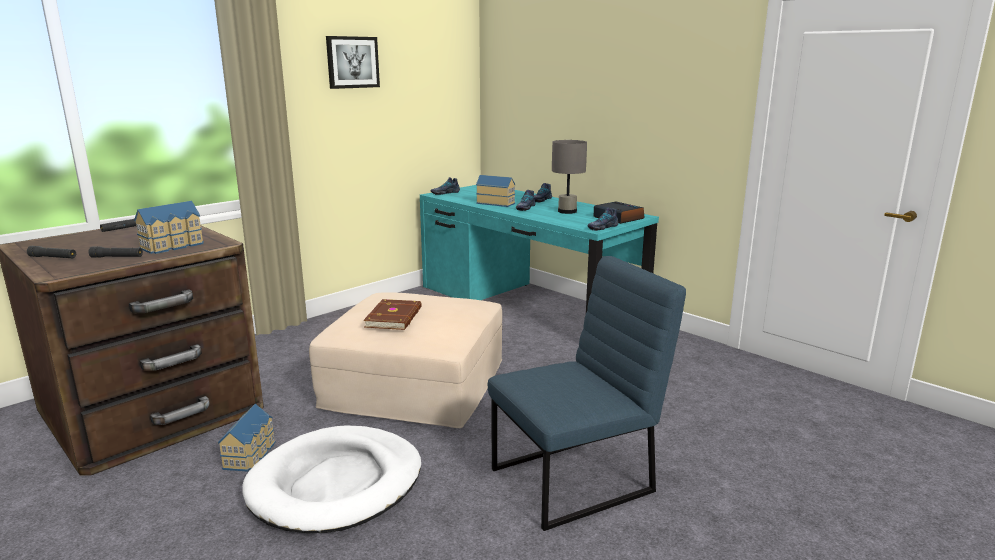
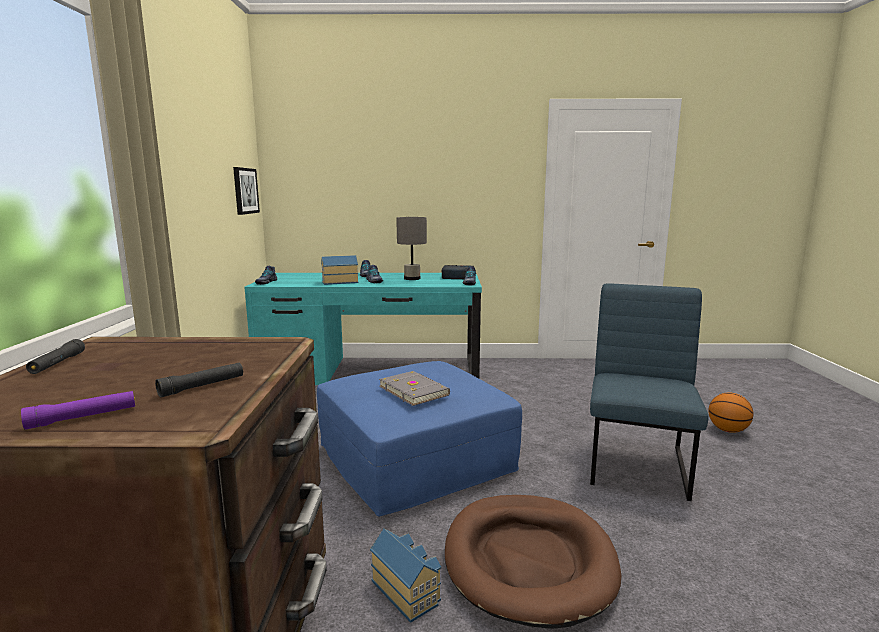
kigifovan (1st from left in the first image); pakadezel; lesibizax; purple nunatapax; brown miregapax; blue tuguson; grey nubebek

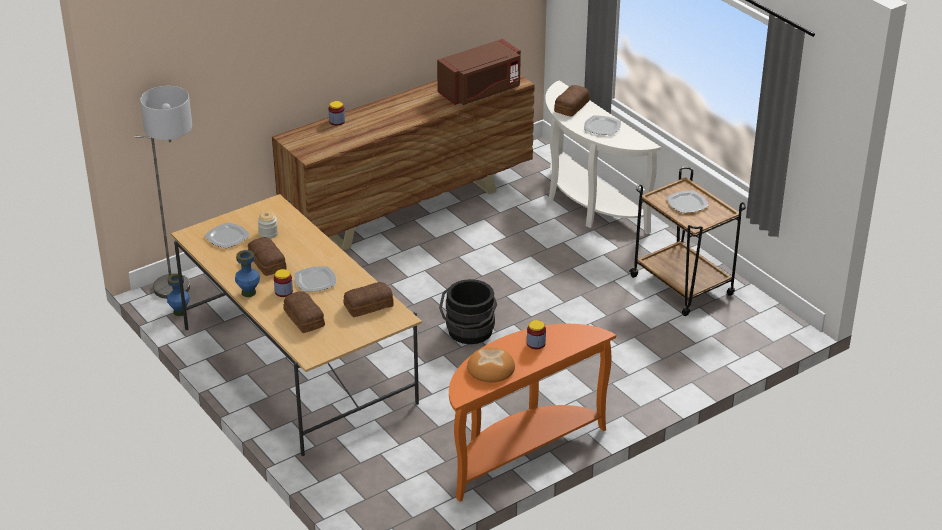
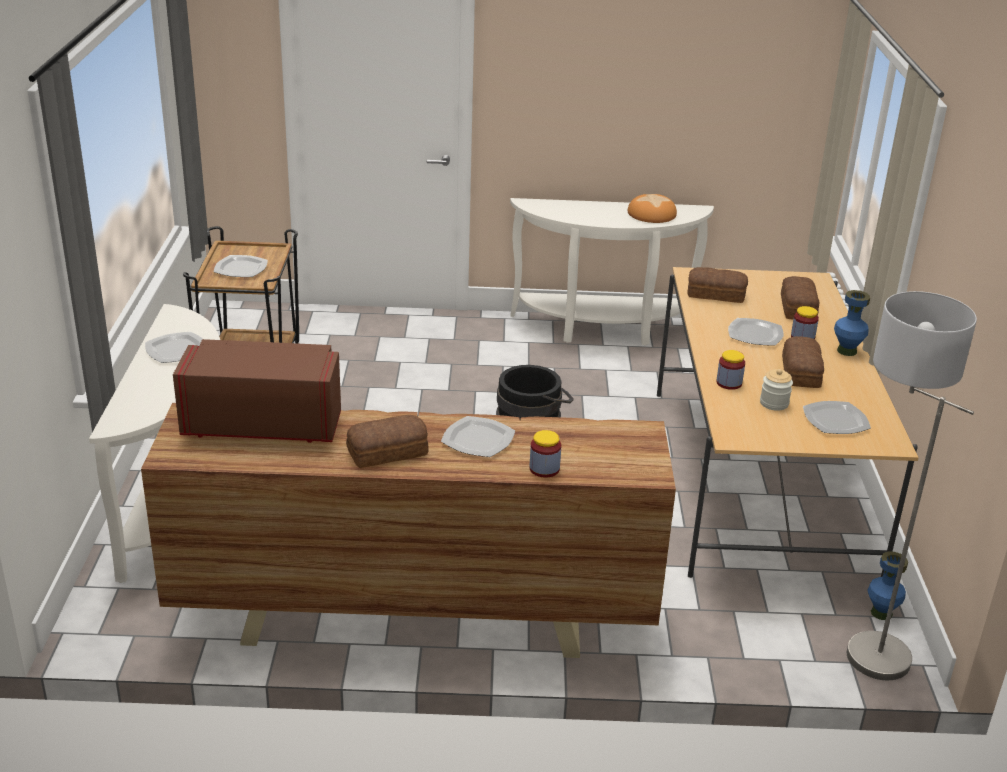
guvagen (3rd from left); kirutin (2nd from left); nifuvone (1st from left); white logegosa (2nd from left)

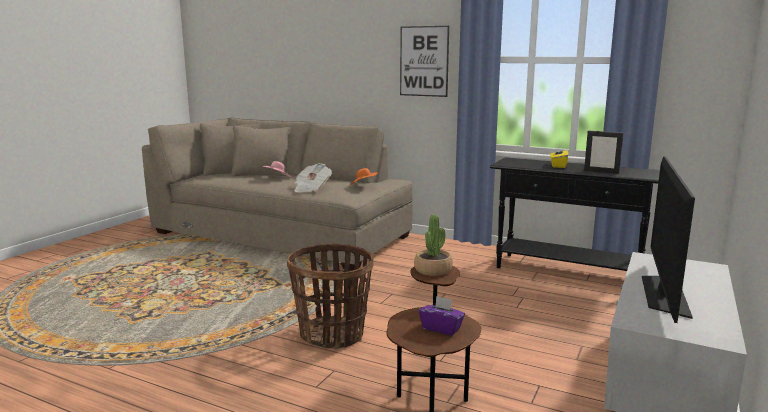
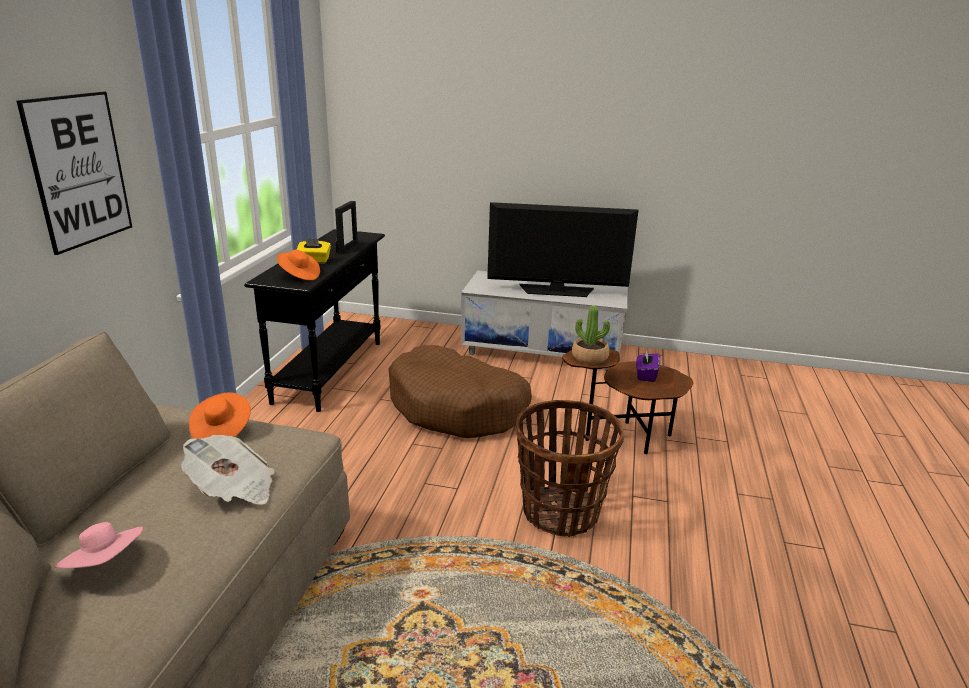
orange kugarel (2nd from left); brown miregapax

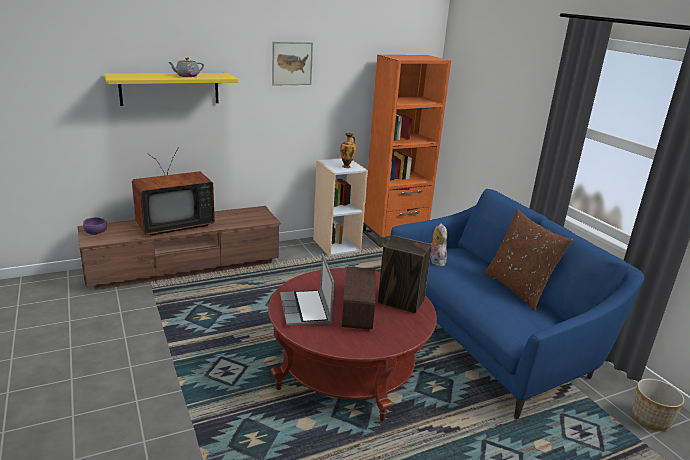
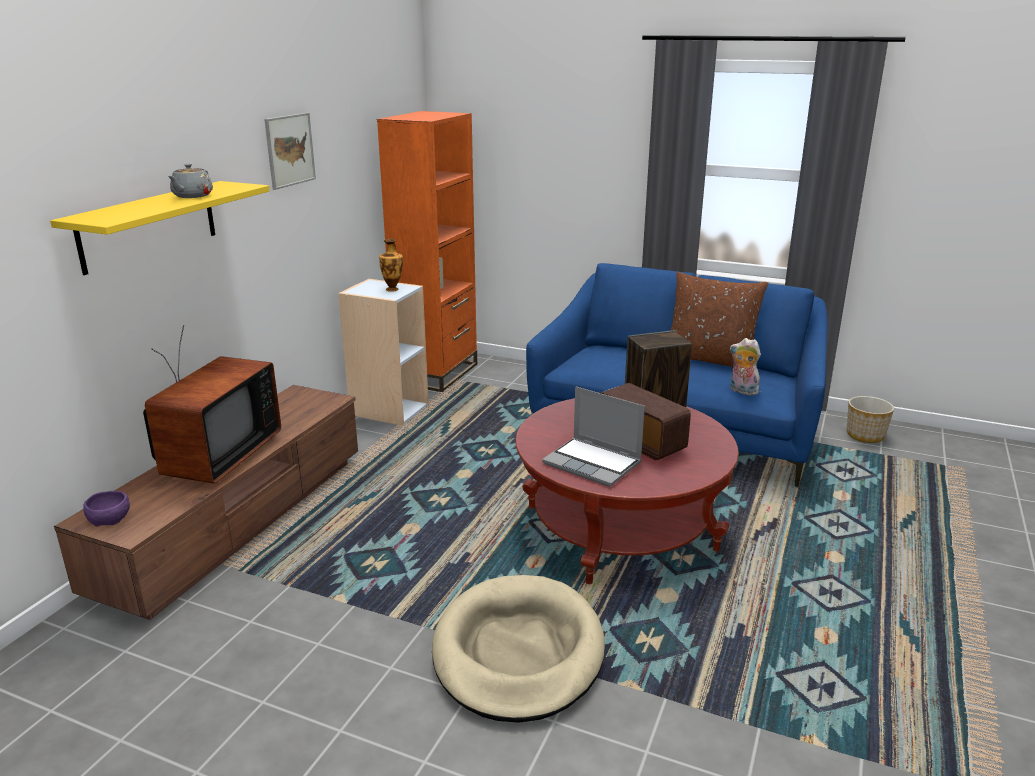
beige miregapax; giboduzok

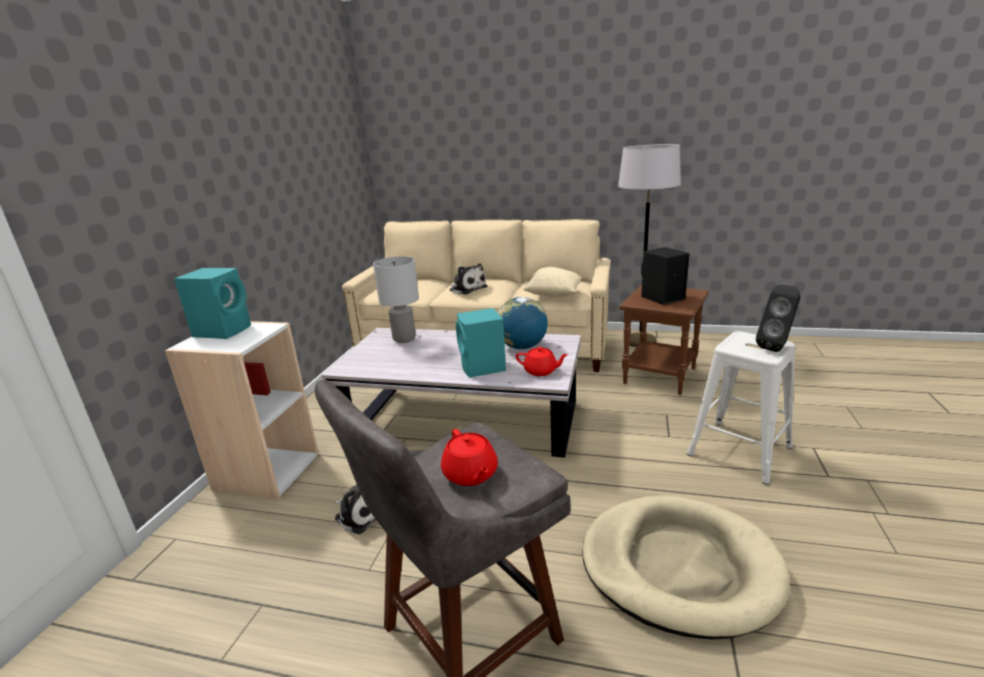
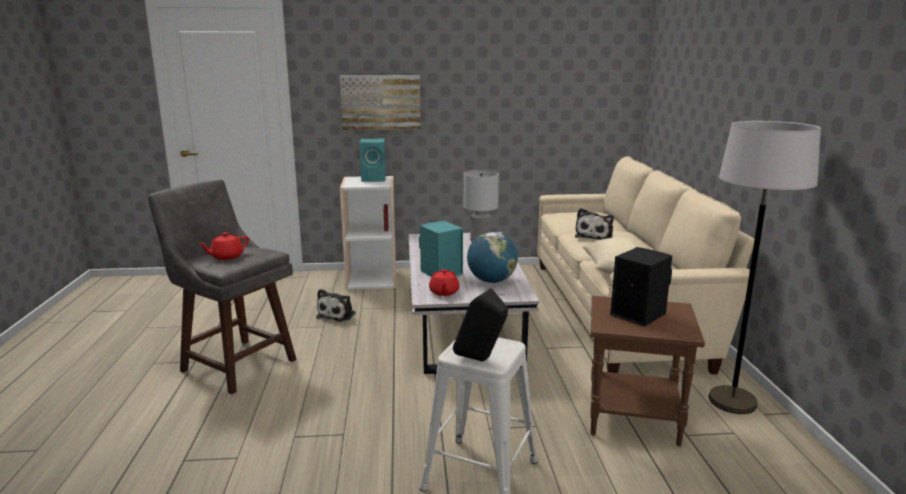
beige miregapax; lesibizax

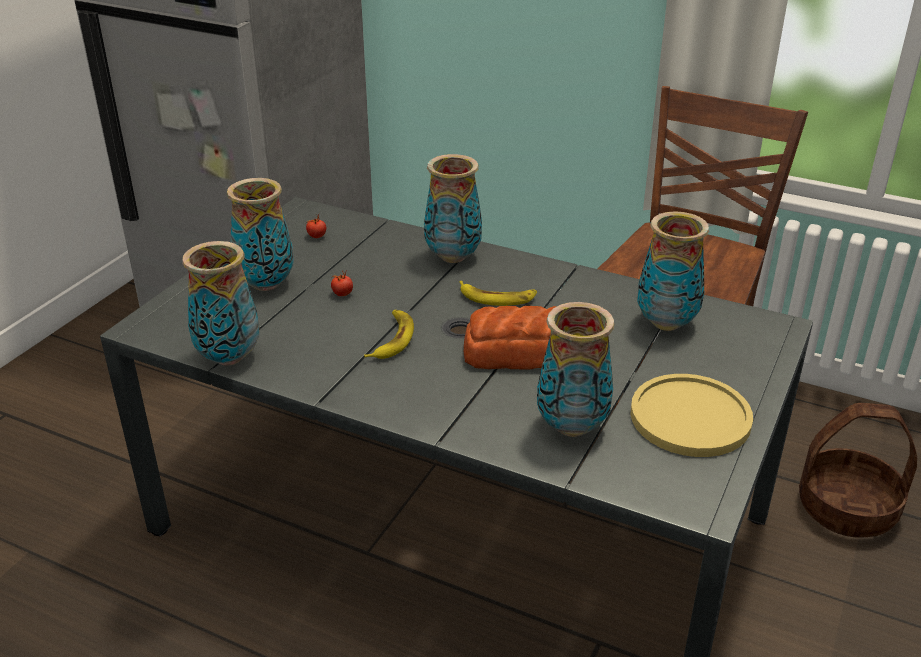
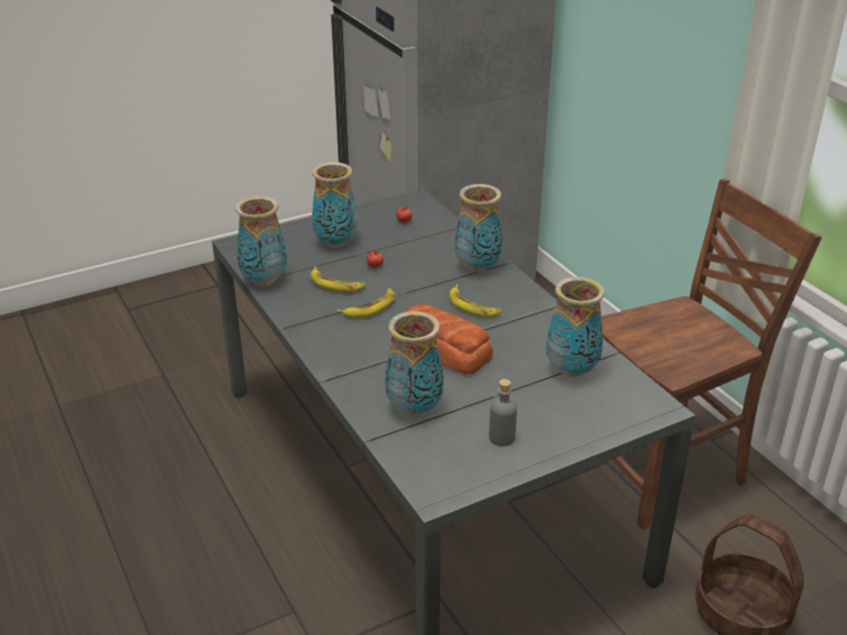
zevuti (1st from left); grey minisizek

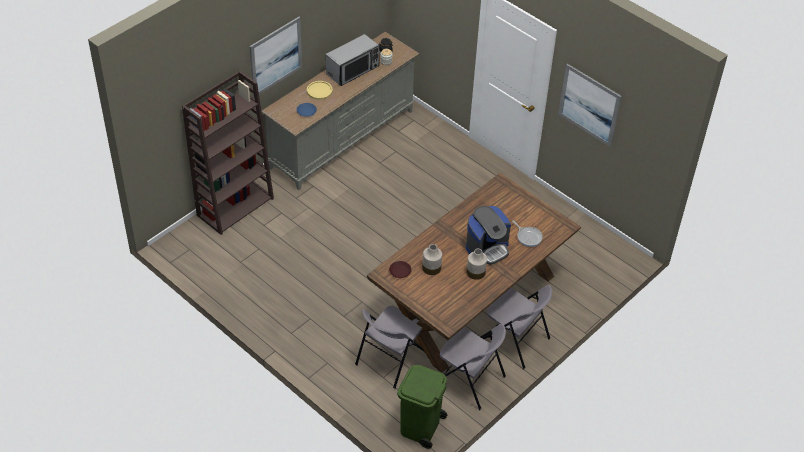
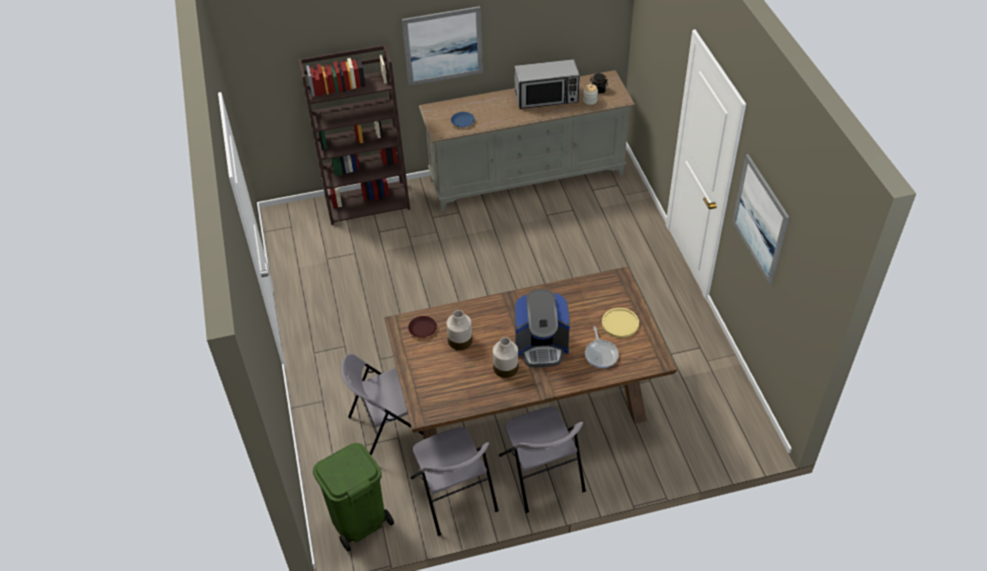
yellow guvagen

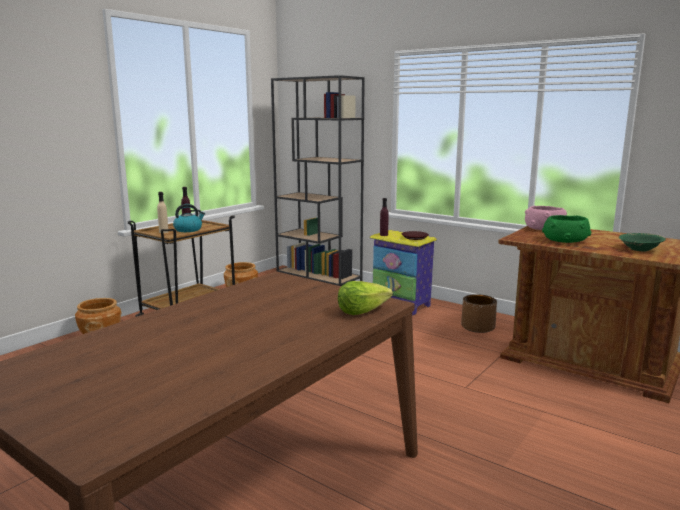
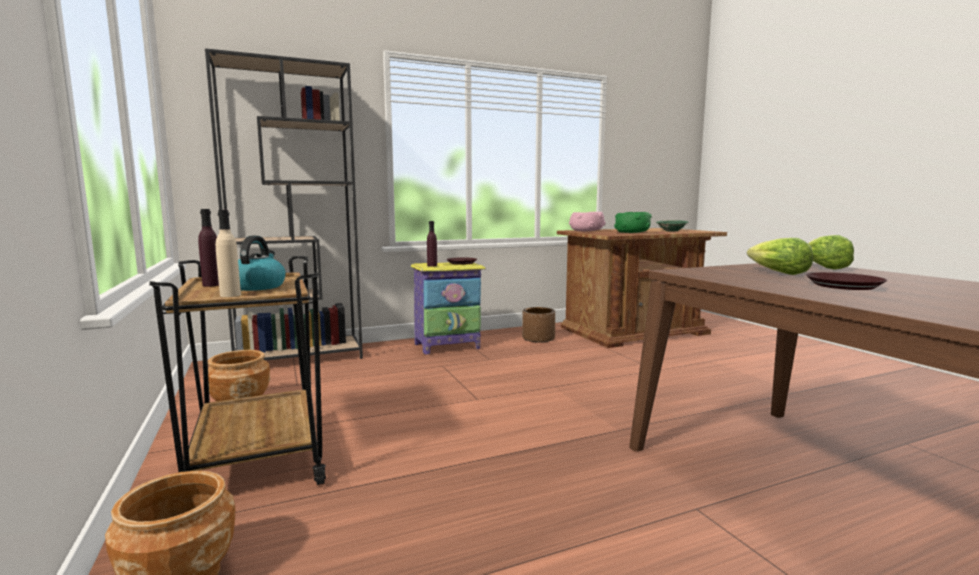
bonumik (1st from left); brown guvagen (2nd from left)

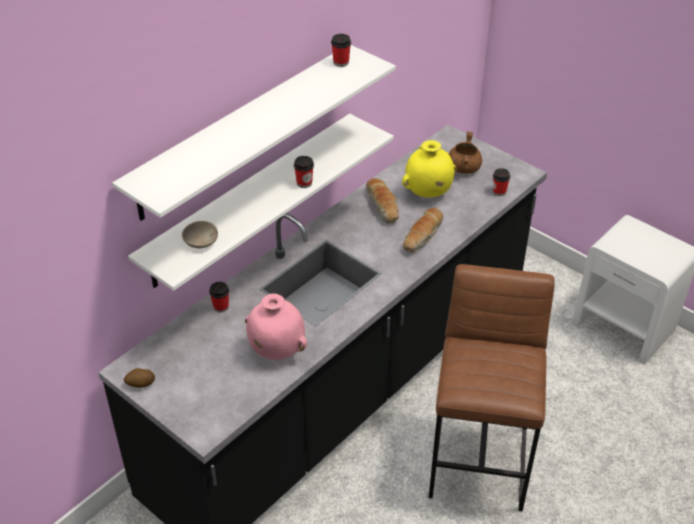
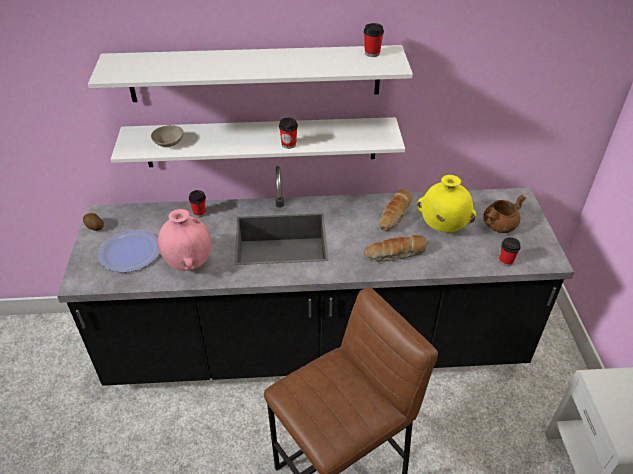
guvagen

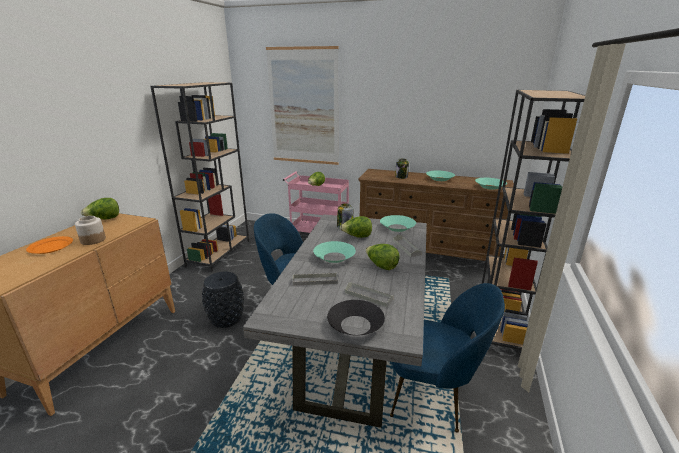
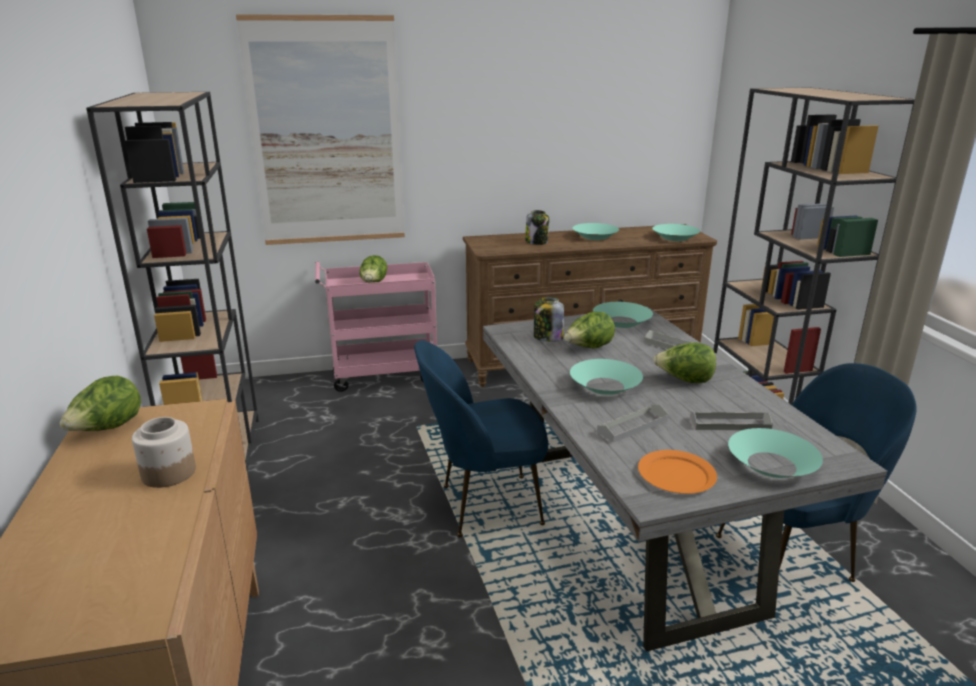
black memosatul; orange guvagen; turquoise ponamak (5th from left)

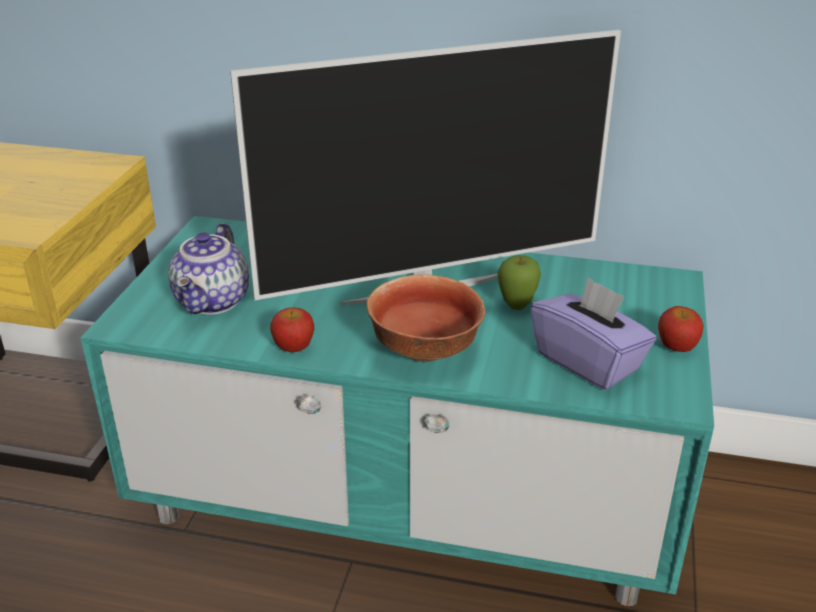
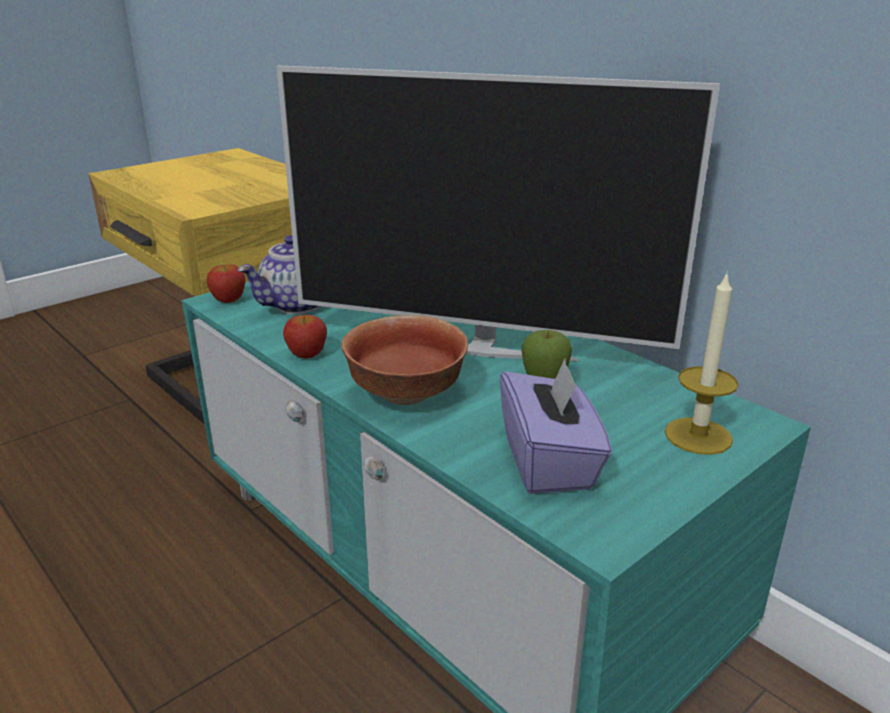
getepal; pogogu (1st from left)

